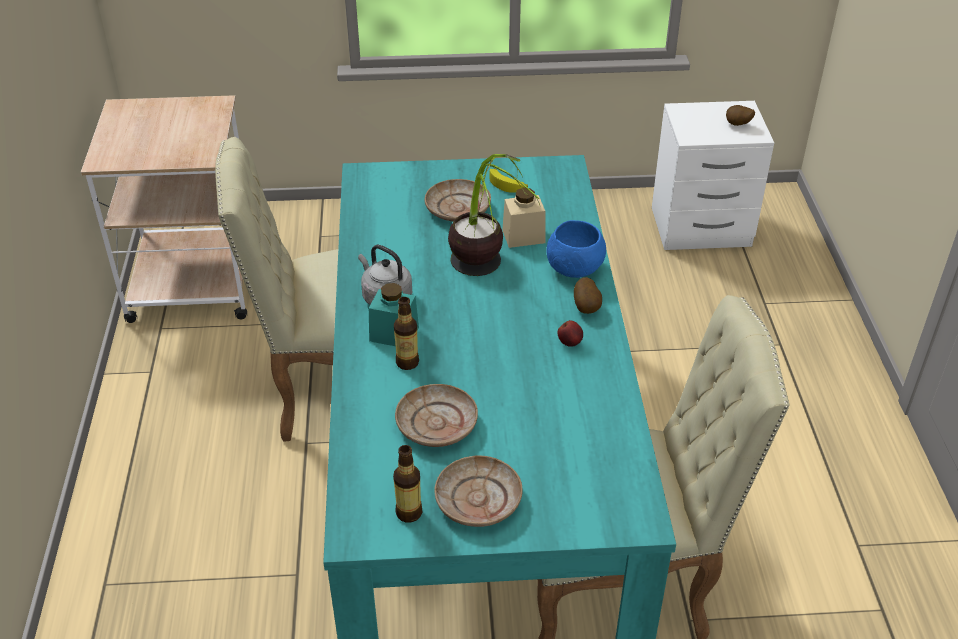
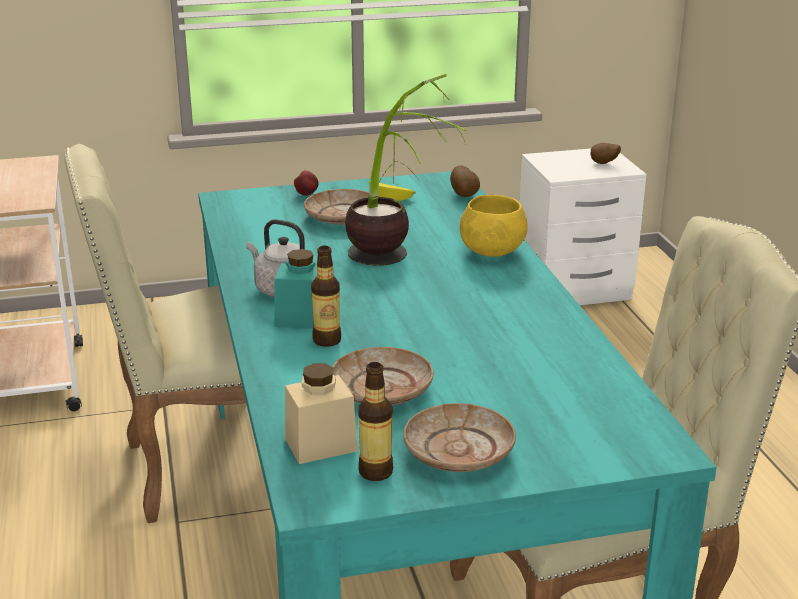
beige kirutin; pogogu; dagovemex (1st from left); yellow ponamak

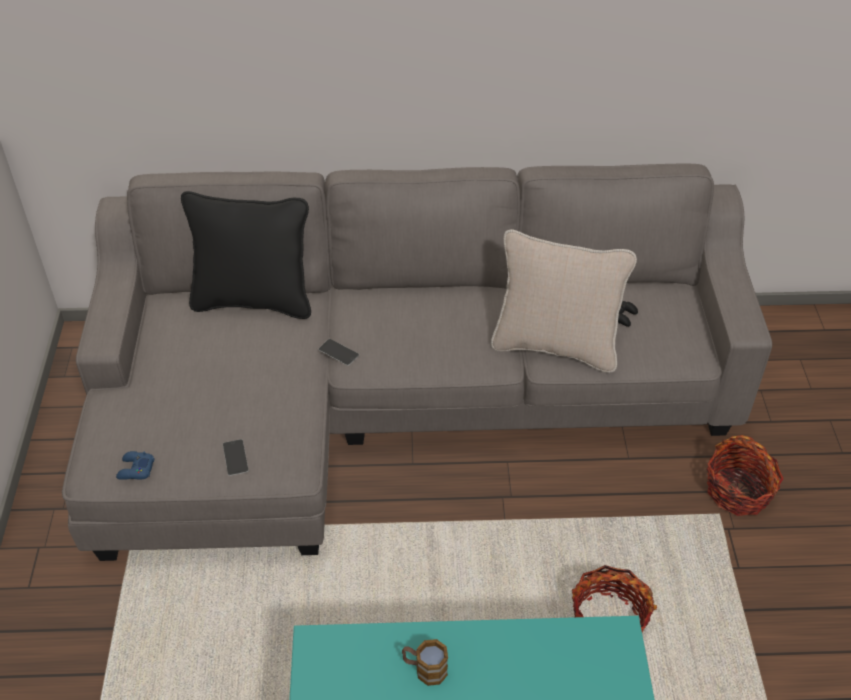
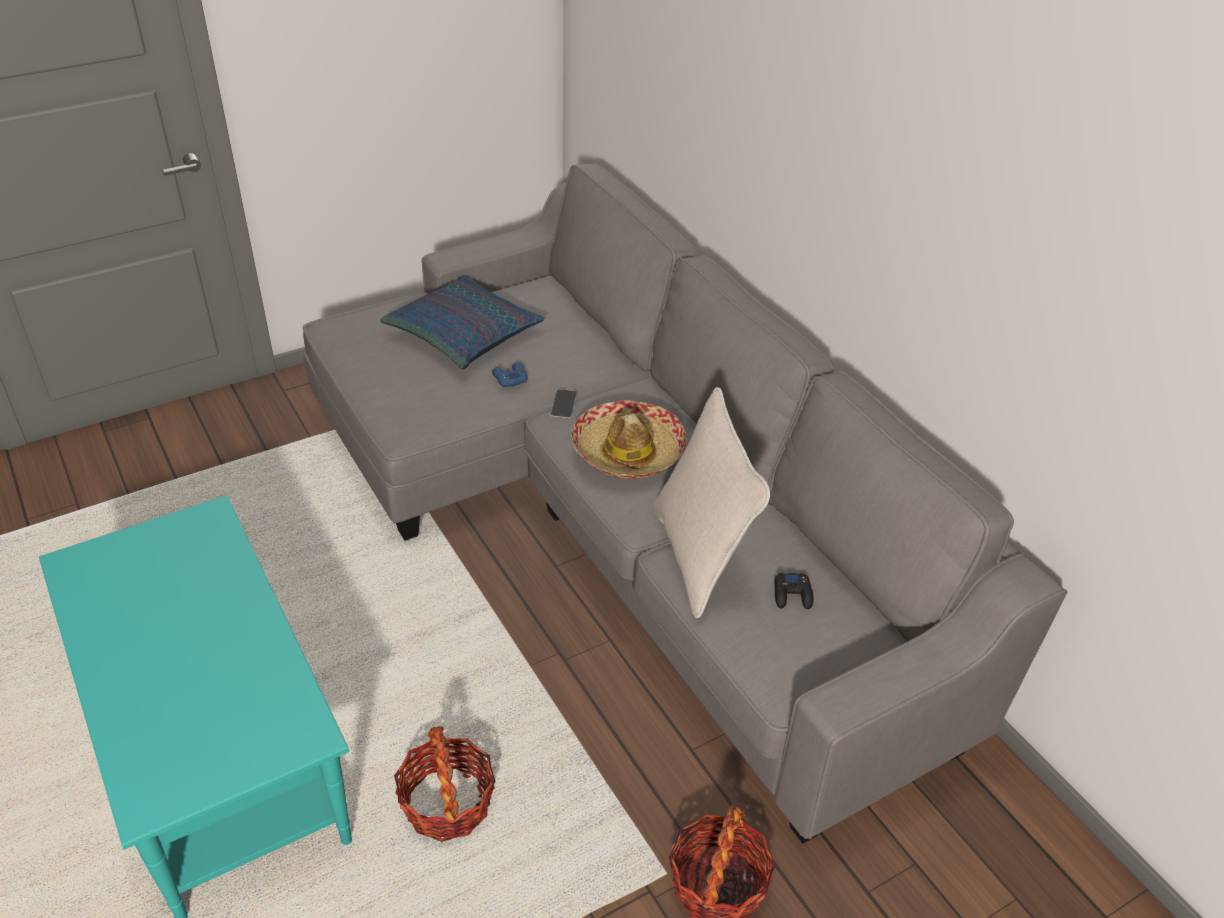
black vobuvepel; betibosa (1st from left in the first image); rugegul; blue vobuvepel; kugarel; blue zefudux

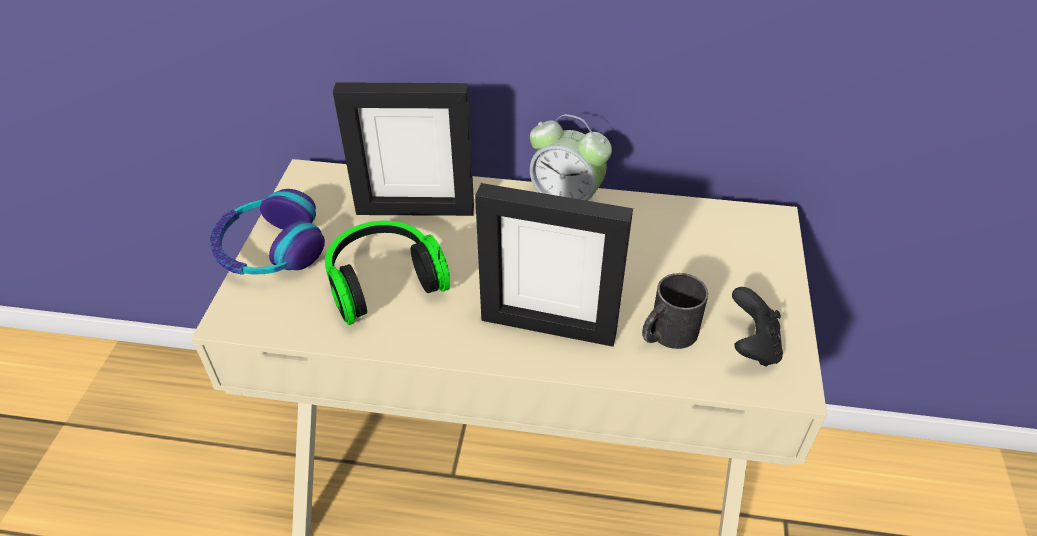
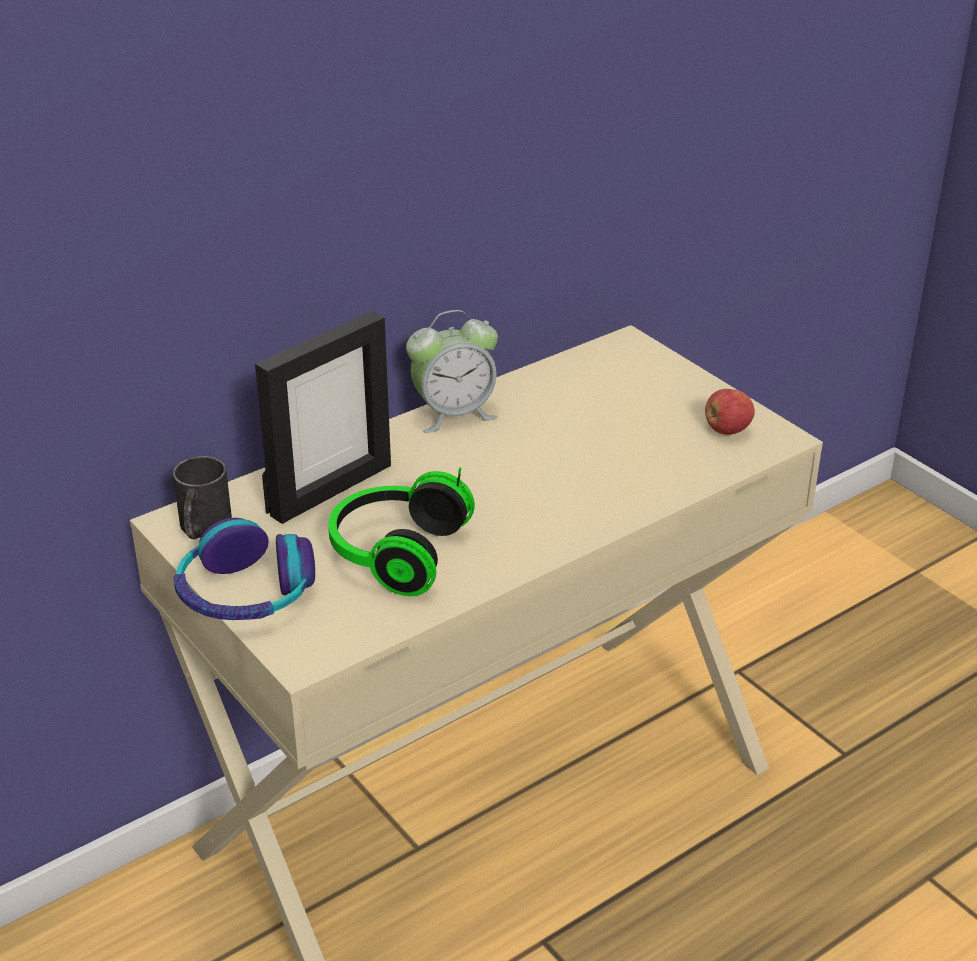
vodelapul (2nd from left in the first image); black rugegul; pogogu

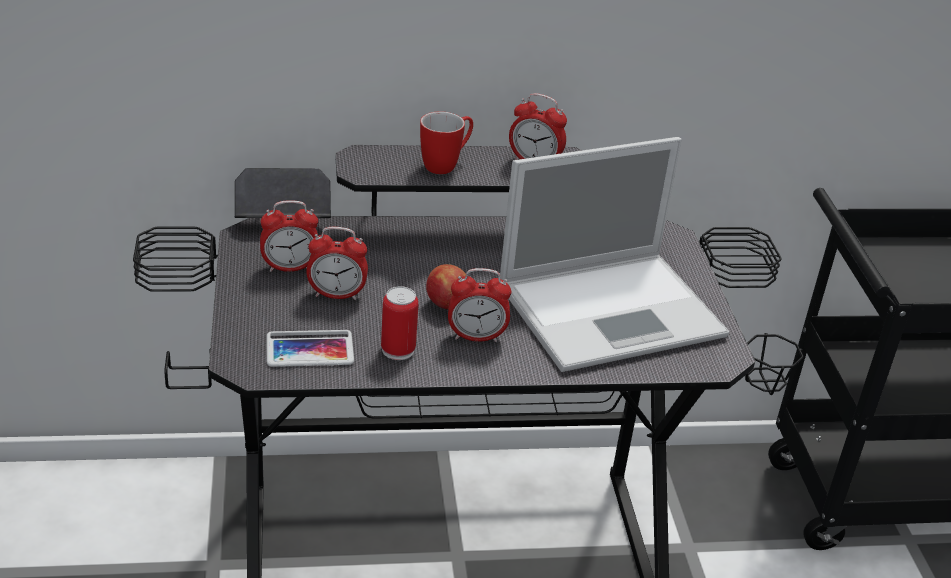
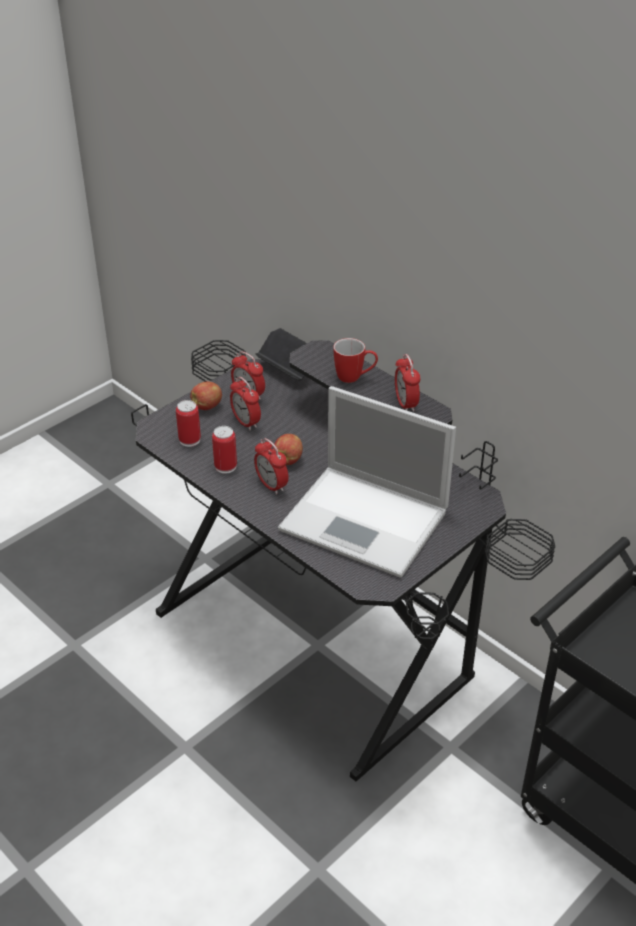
pogogu (1st from left); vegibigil (1st from left)

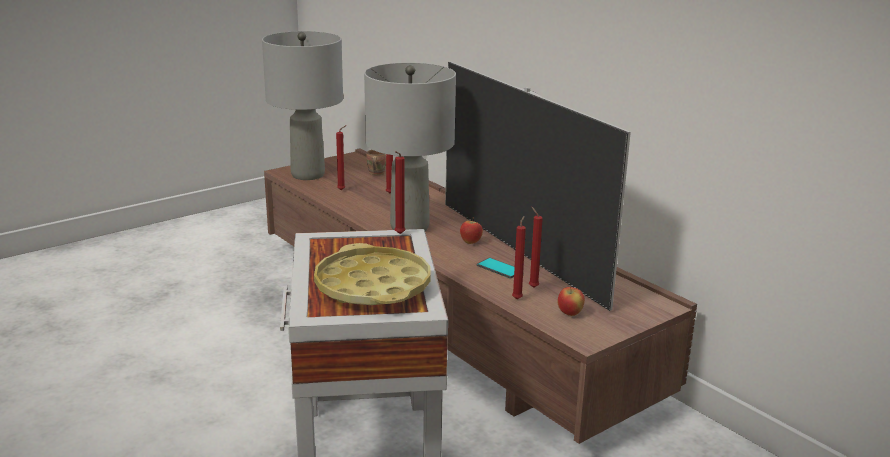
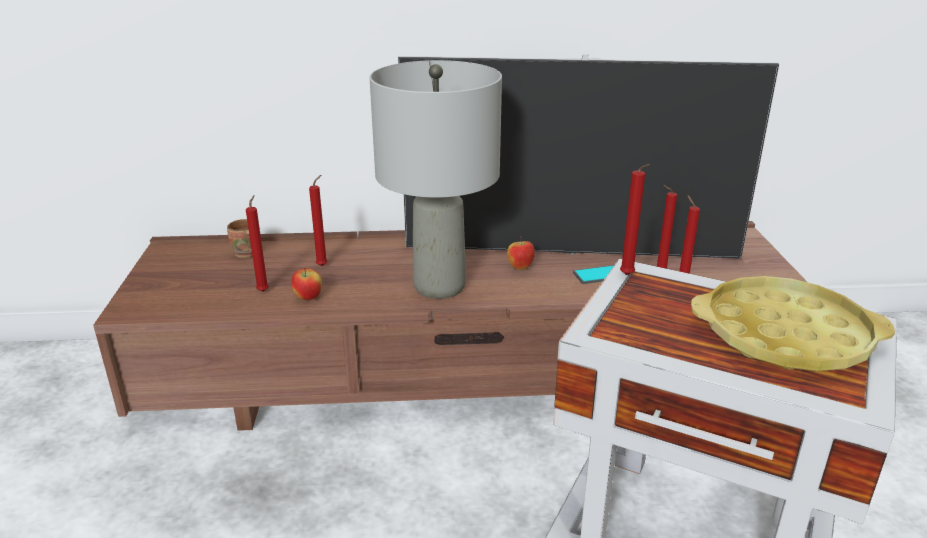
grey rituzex (1st from left in the first image); pogogu (1st from left)

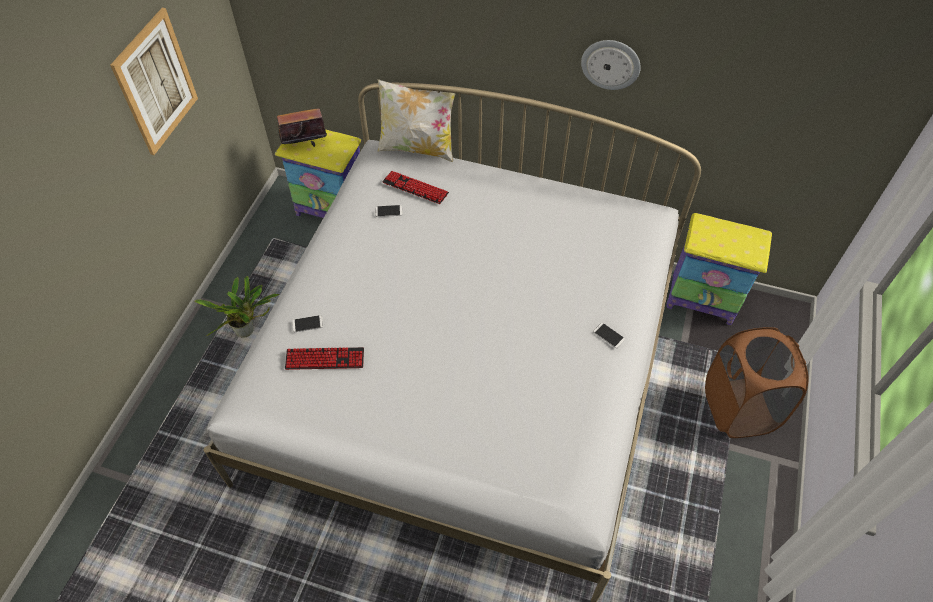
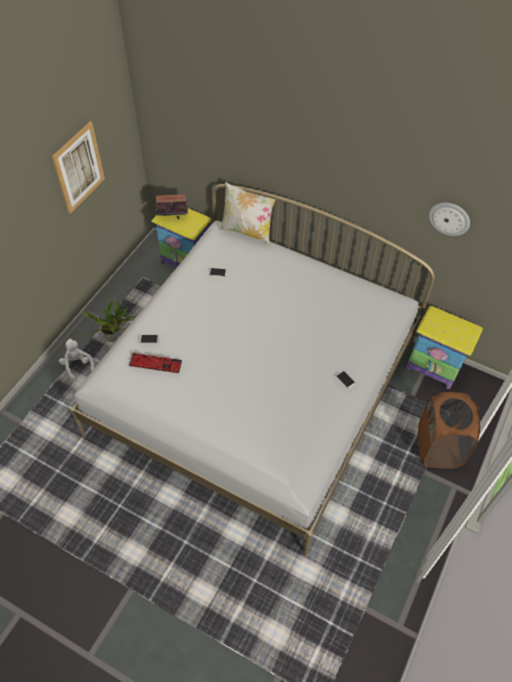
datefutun (2nd from left in the first image); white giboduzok; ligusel

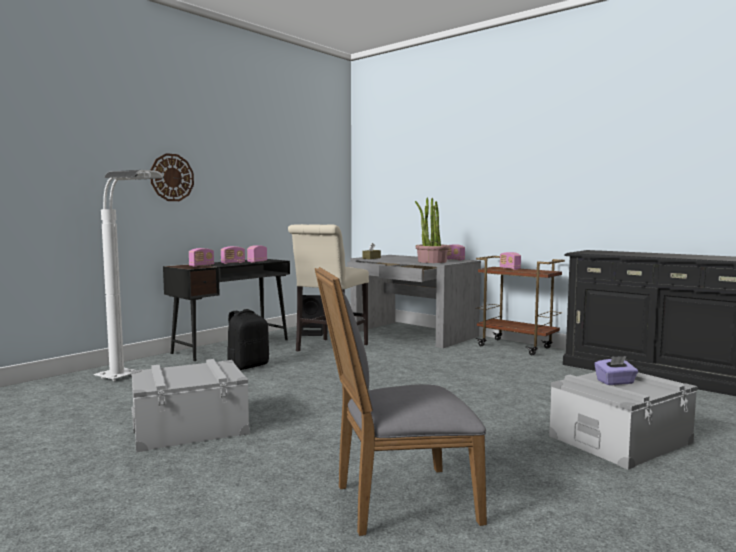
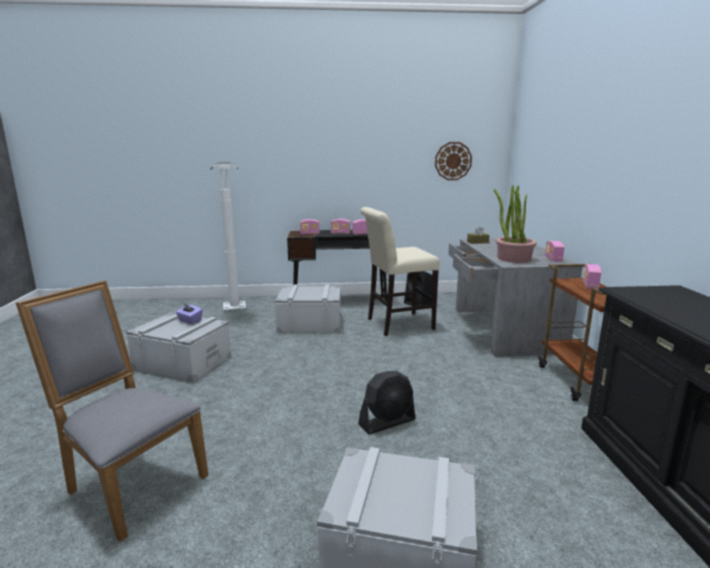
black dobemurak; ligusel; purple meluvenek; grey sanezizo (2nd from left)

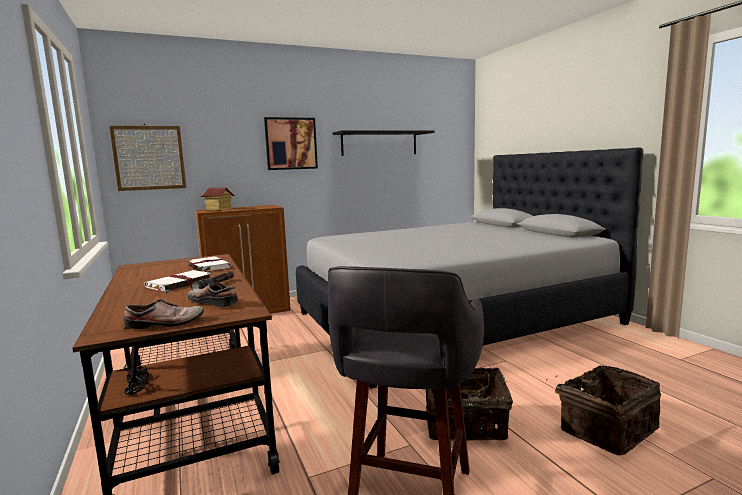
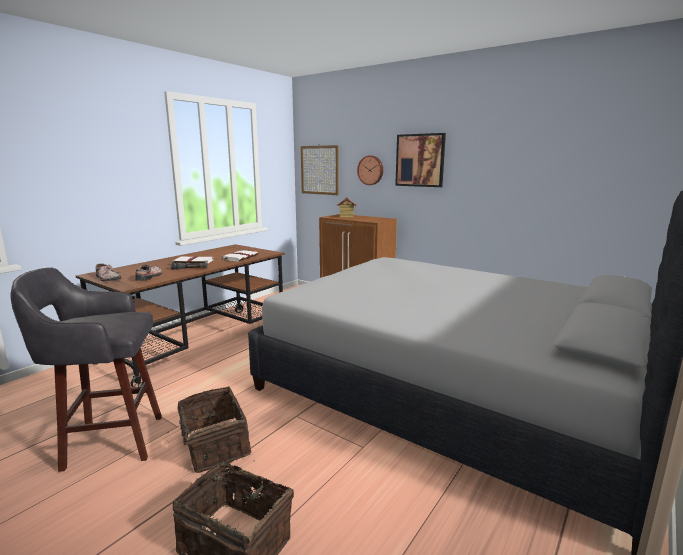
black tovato; ligusel

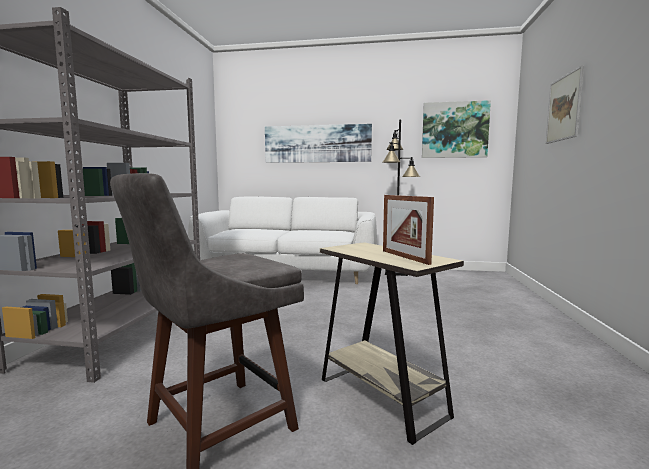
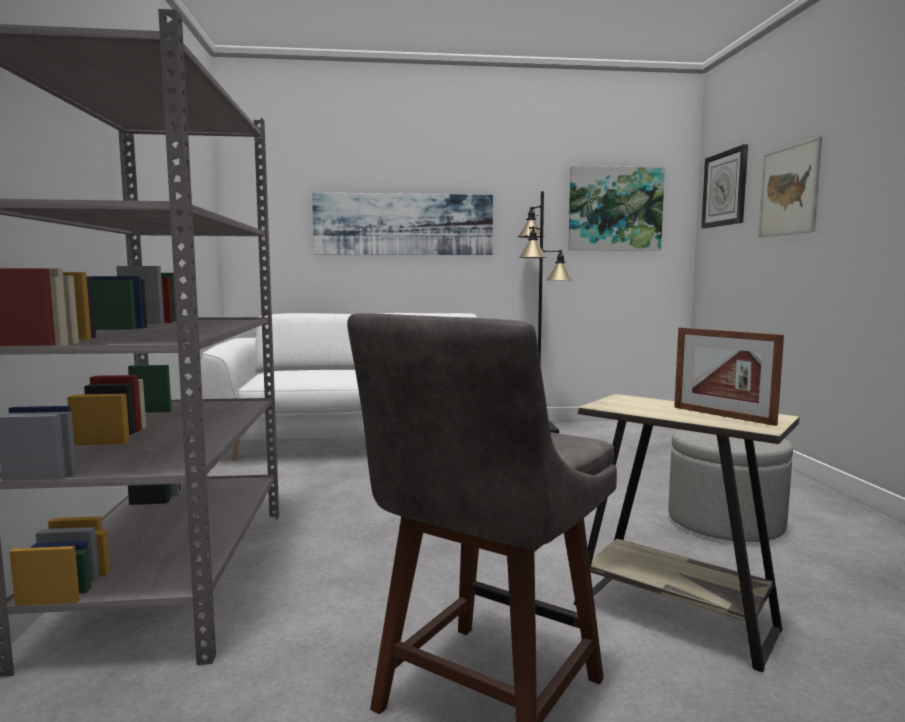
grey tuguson; ligusel

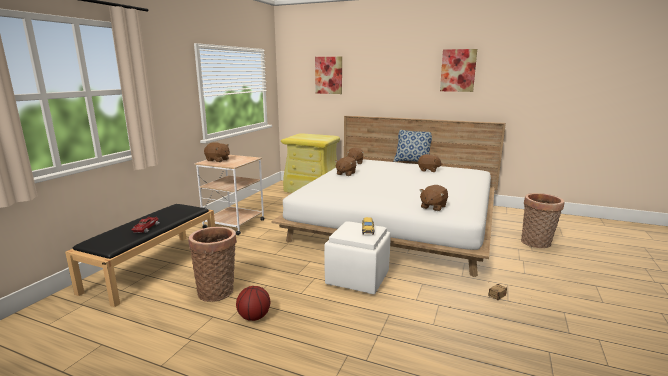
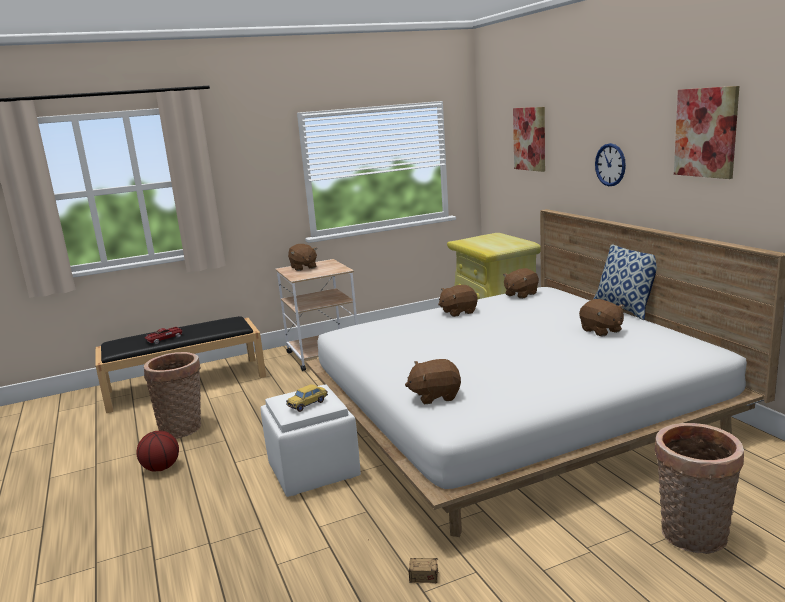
ligusel

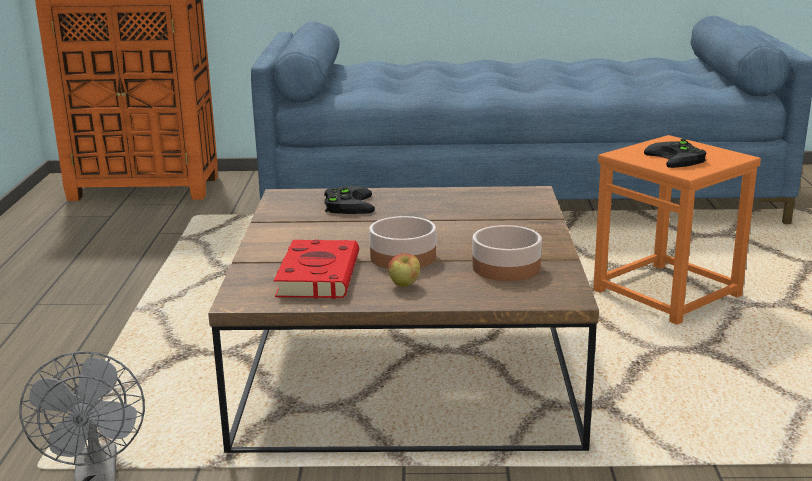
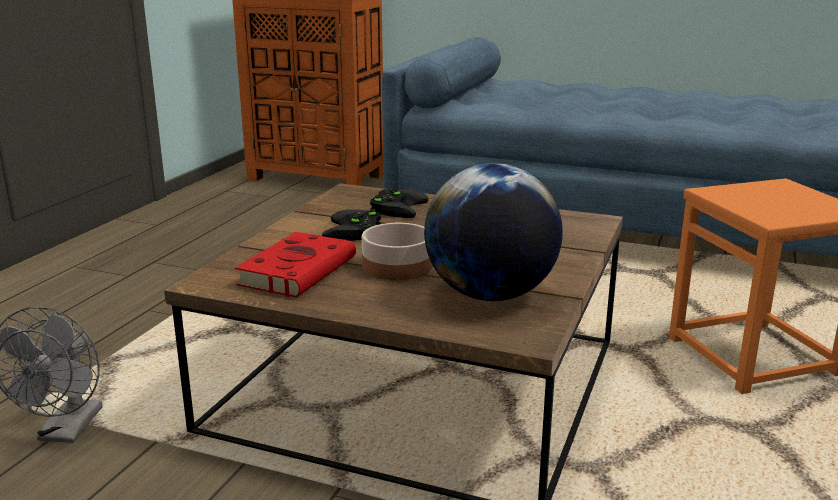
pogogu; black zefudux (1st from left); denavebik

